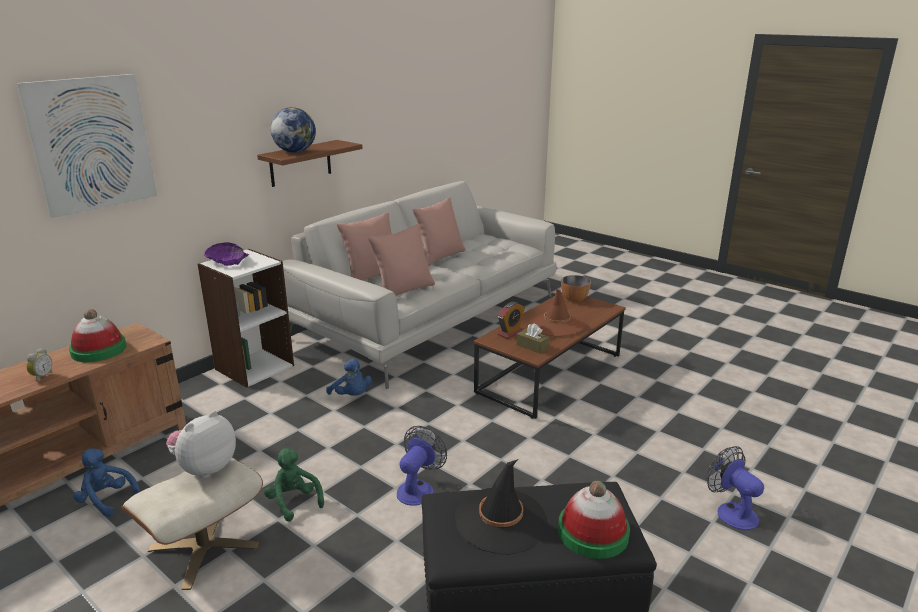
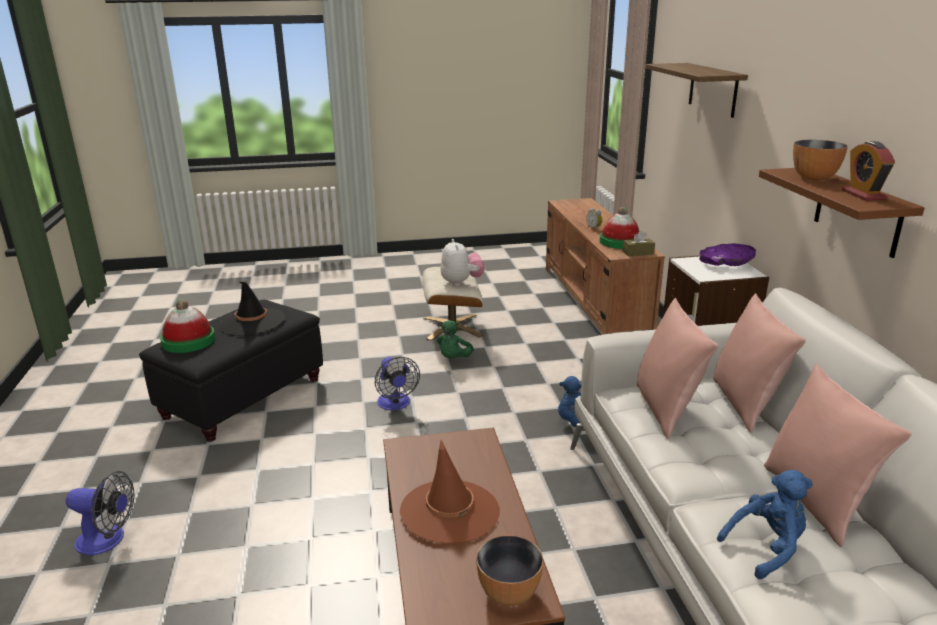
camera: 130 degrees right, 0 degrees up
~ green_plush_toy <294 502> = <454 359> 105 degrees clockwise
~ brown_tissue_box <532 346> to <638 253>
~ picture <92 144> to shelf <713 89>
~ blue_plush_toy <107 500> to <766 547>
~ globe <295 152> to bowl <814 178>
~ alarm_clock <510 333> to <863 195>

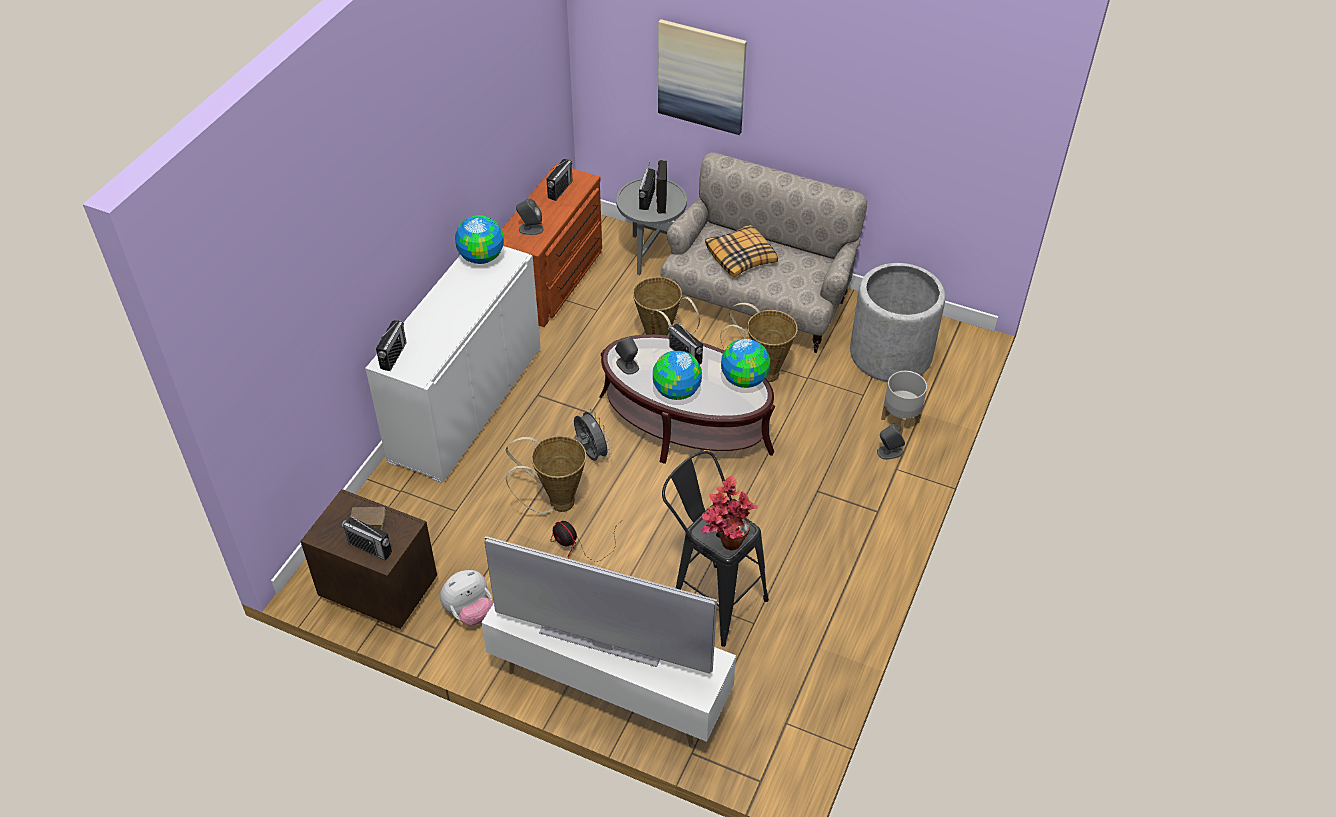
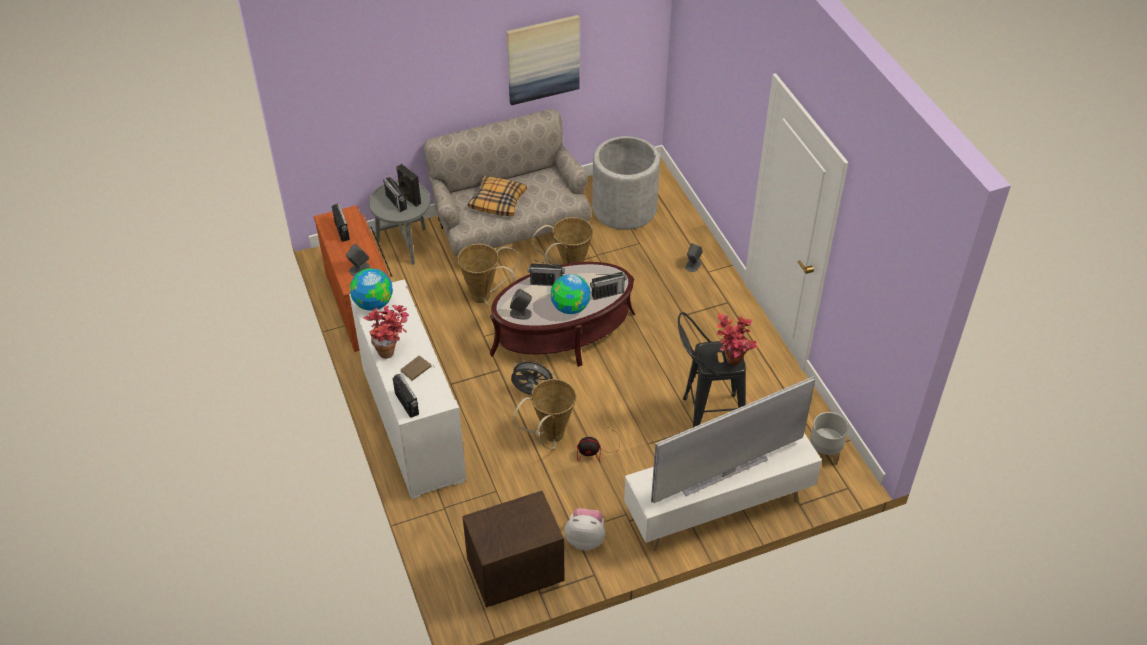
camera: 45 degrees left, 0 degrees up
+ potted_plant <392 351>
~ brown_book <367 519> to <416 370>
~ picture <702 76> to <543 59>
~ plush_toy <469 612> = <585 538> 90 degrees counterclockwise
~ radio <370 548> to <607 293>
~ grey_planter <899 420> to <823 454>
- globe <744 379>

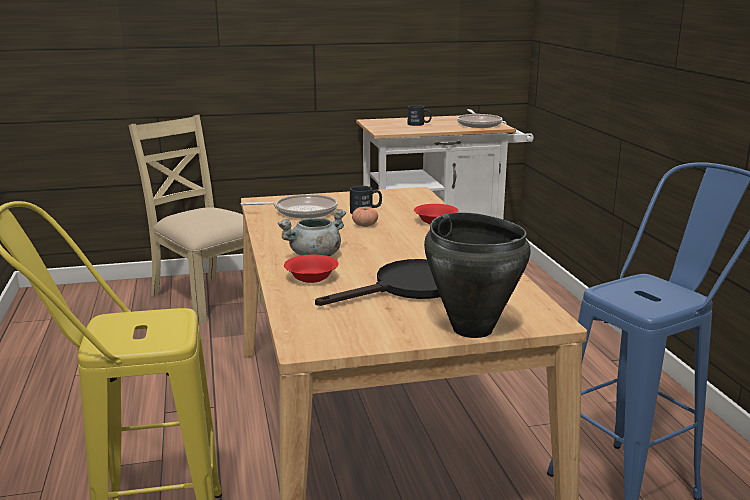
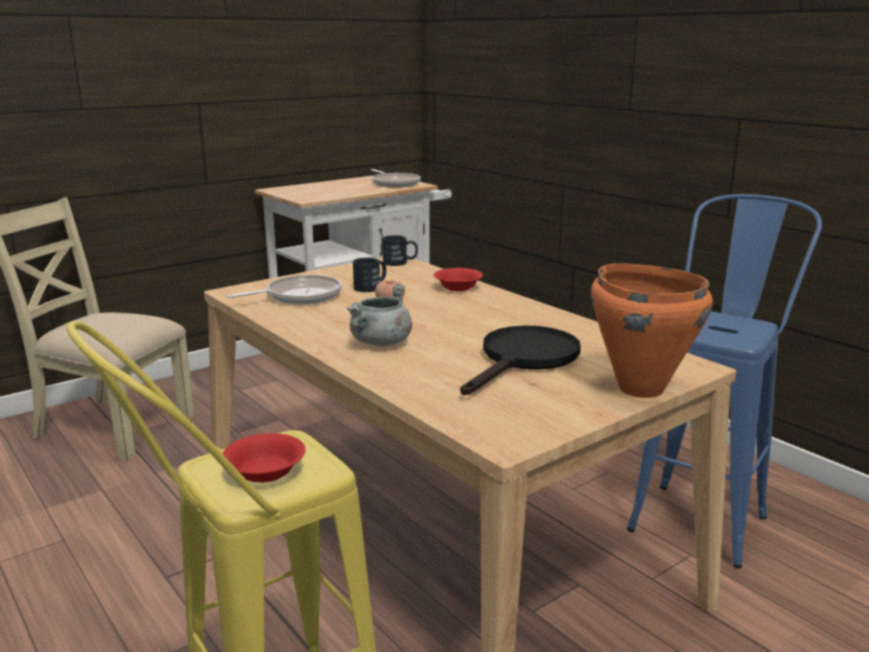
camera: 25 degrees left, 0 degrees up
~ red_bowl <311 278> to <265 473>
~ black_mug <419 124> to <400 262>
~ black_cooking_pot <472 329> to orange_cooking_pot <640 388>

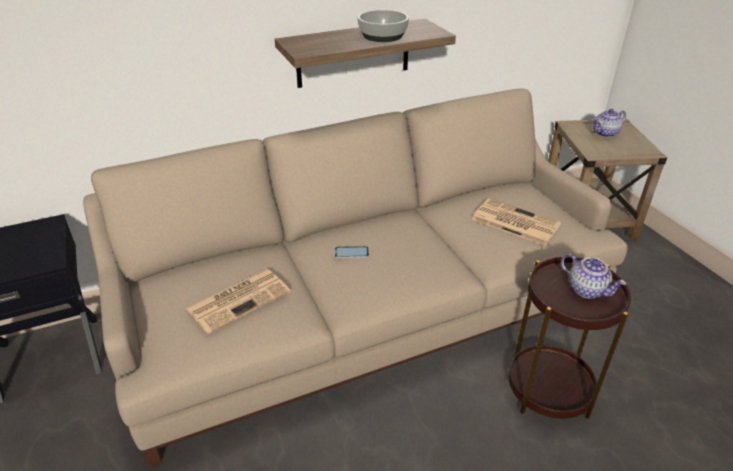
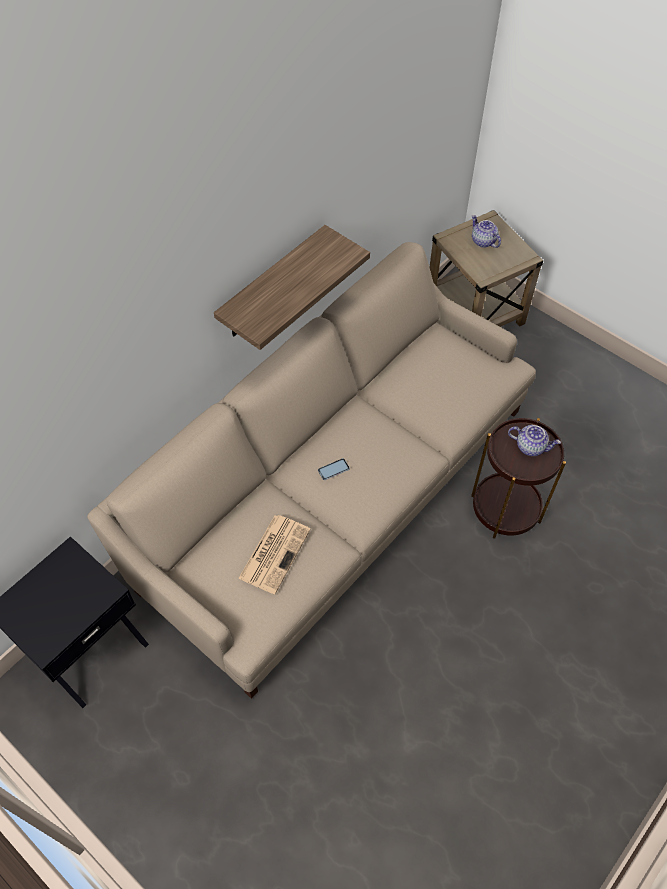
camera: 25 degrees left, 20 degrees up
~ teapot <605 133> = <483 241> 105 degrees clockwise
- bowl <383 35>
- newspaper <514 222>

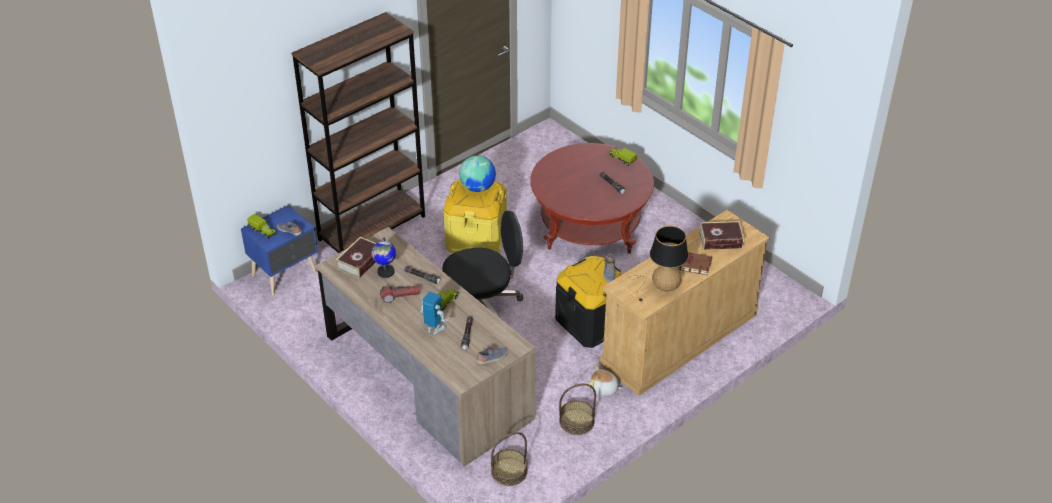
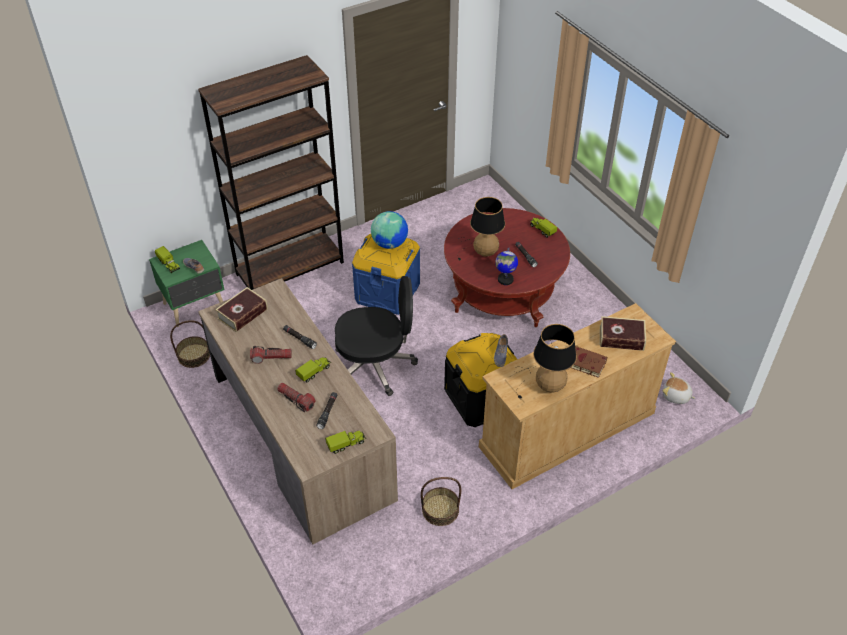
camera: 10 degrees right, 5 degrees up
~ blue_nightstand <286 274> to green_nightstand <195 306>
~ basket <509 471> to <194 355>
~ toy_robot <435 329> to flashlight <296 400>
~ shoe <492 359> to toy_truck <346 444>
~ yellow_storage_box <476 238> to blue_storage_box <387 292>
+ table_lamp <481 251>
~ globe <385 272> to <505 279>
~ plush_toy <604 389> to <676 396>

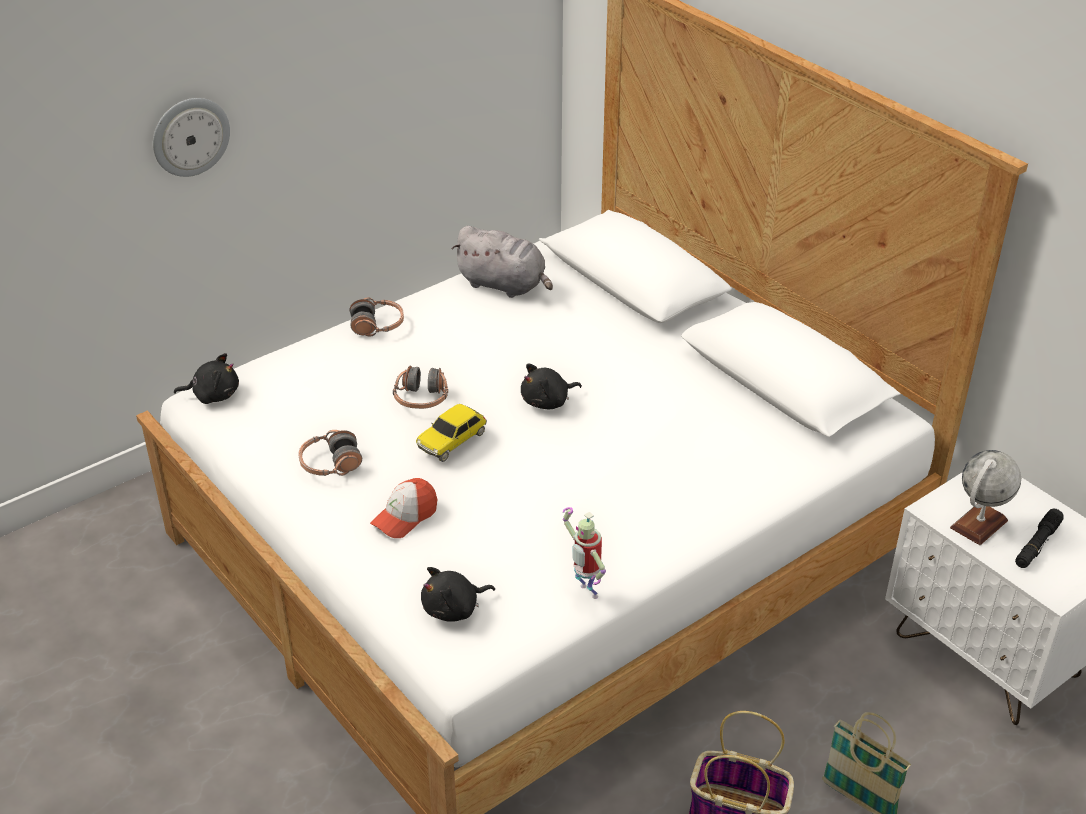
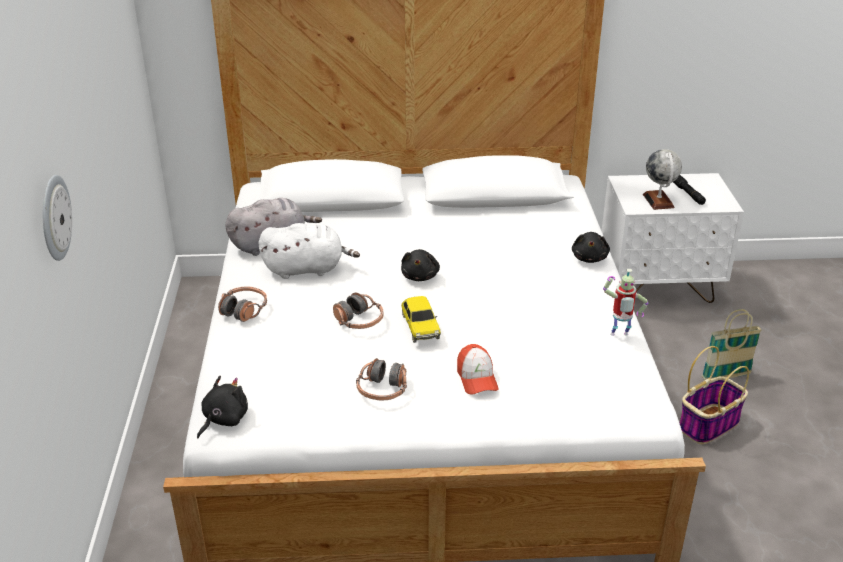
camera: 55 degrees left, 5 degrees down
+ white_plush_toy <307 269>
~ black_plush_toy <454 609> to <589 258>

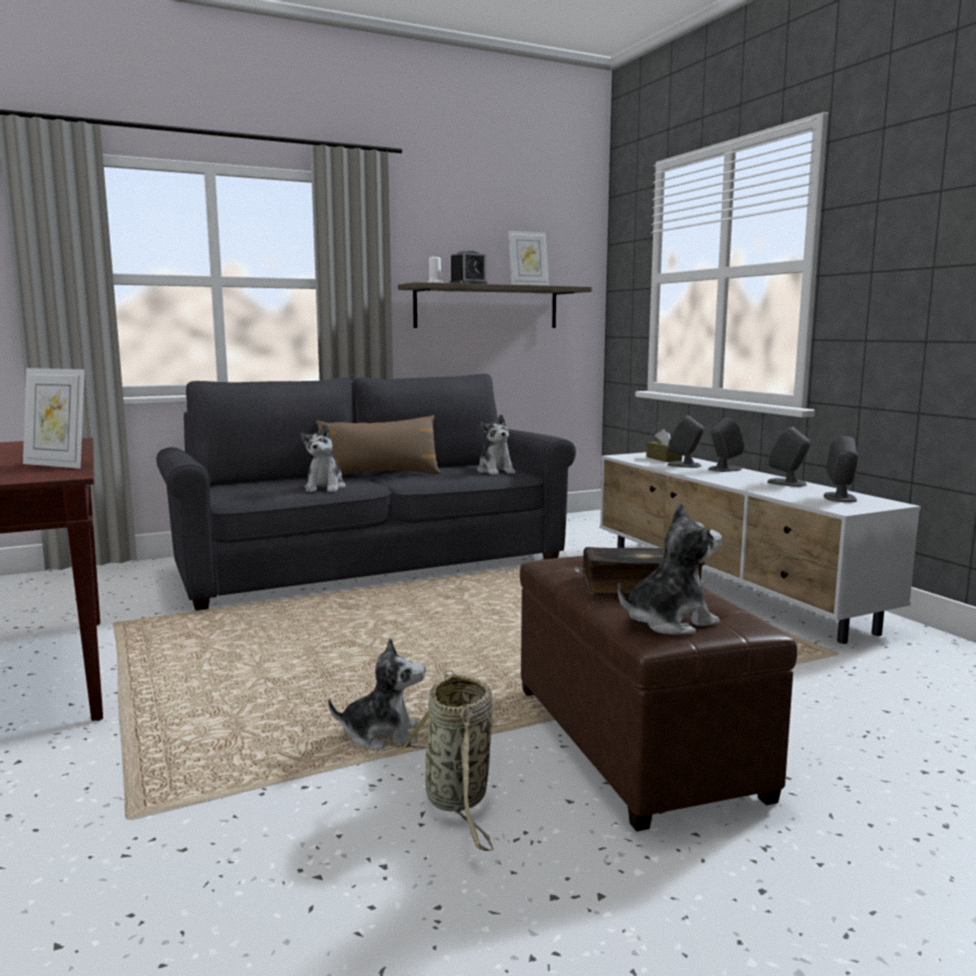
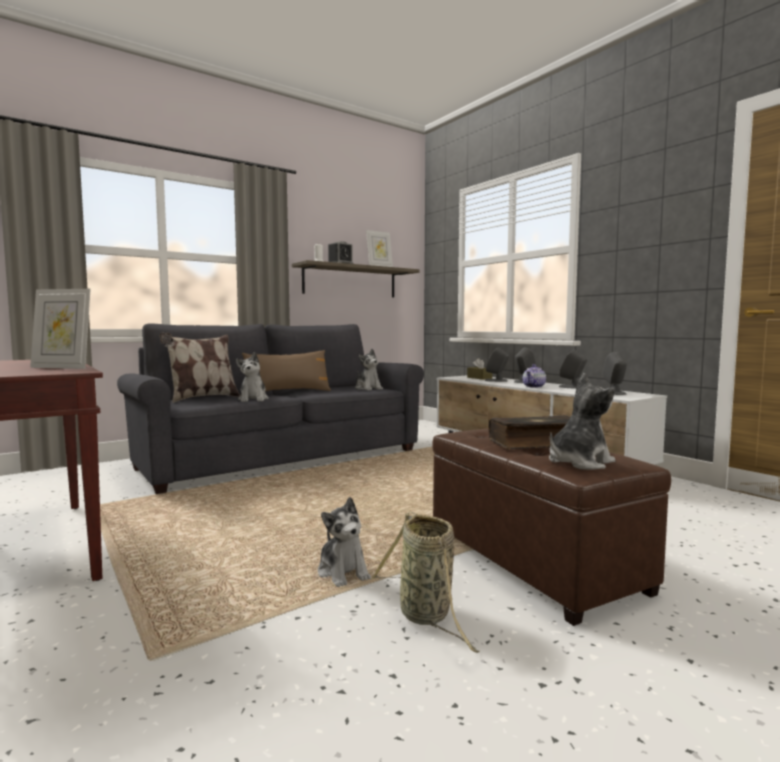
camera: 10 degrees left, 5 degrees down
+ pillow <202 398>
~ plush_toy <382 735> = <343 572> 75 degrees clockwise
+ teapot <534 386>

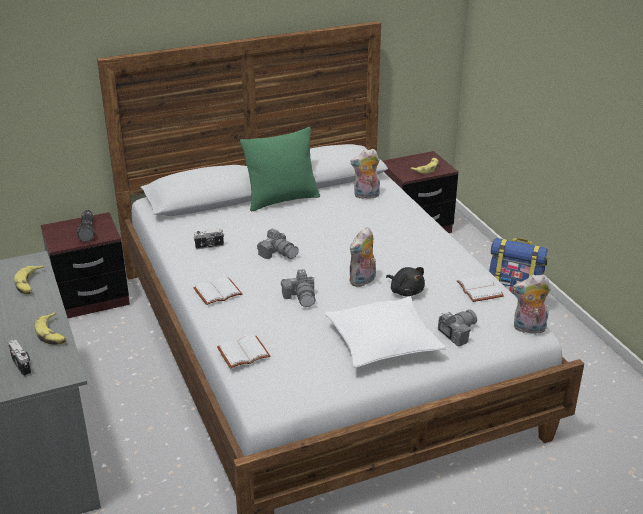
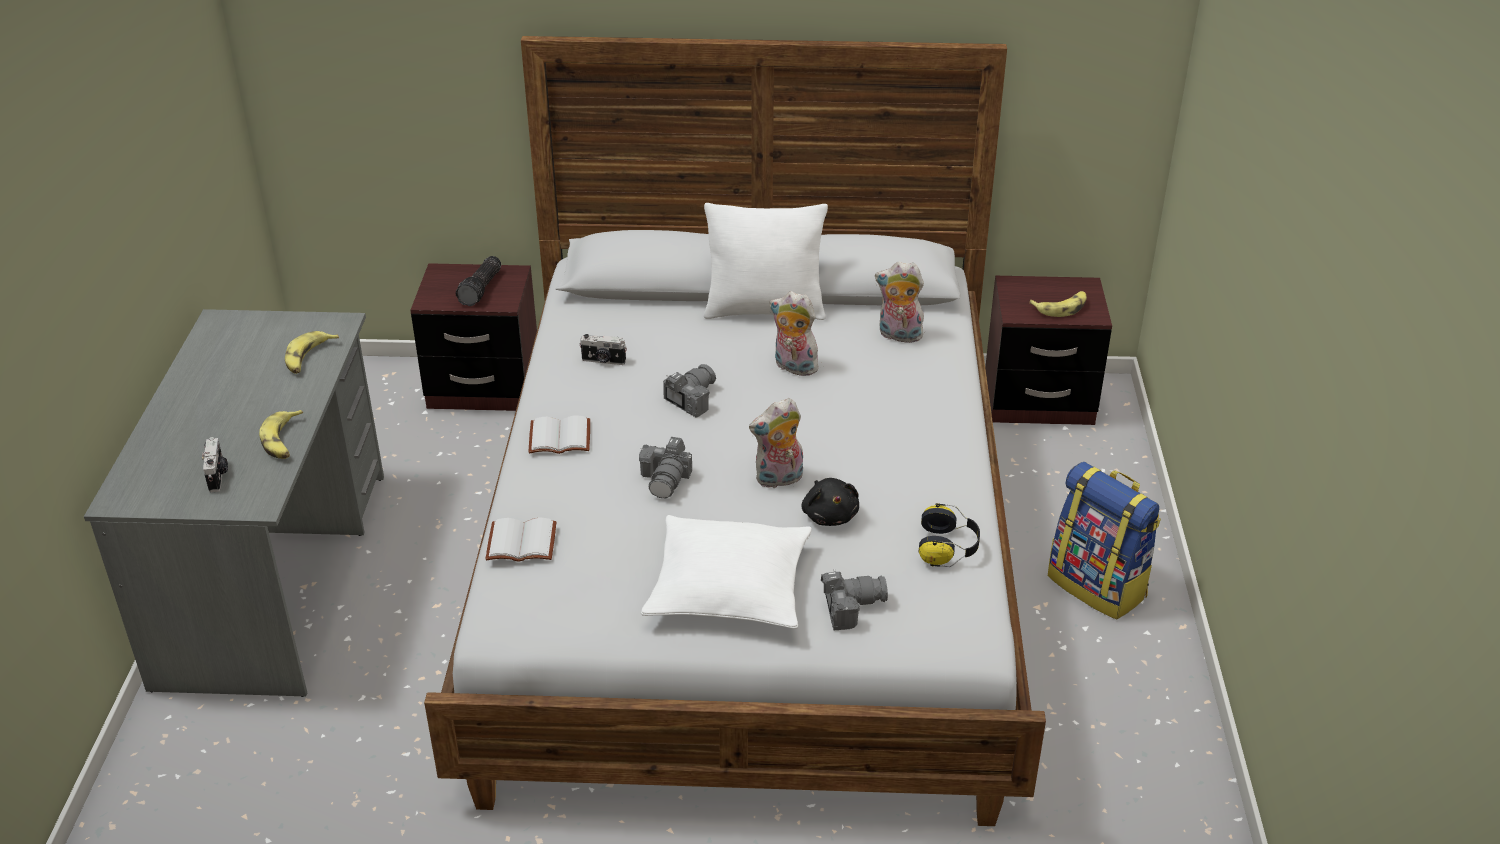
camera: 25 degrees right, 5 degrees up
~ photo_camera <278 253> = <690 398> 120 degrees counterclockwise
~ green_pillow <282 200> to white_pillow <765 310>
~ plush_toy <528 329> to <793 367>
~ white_book <481 290> to headphones <948 548>

